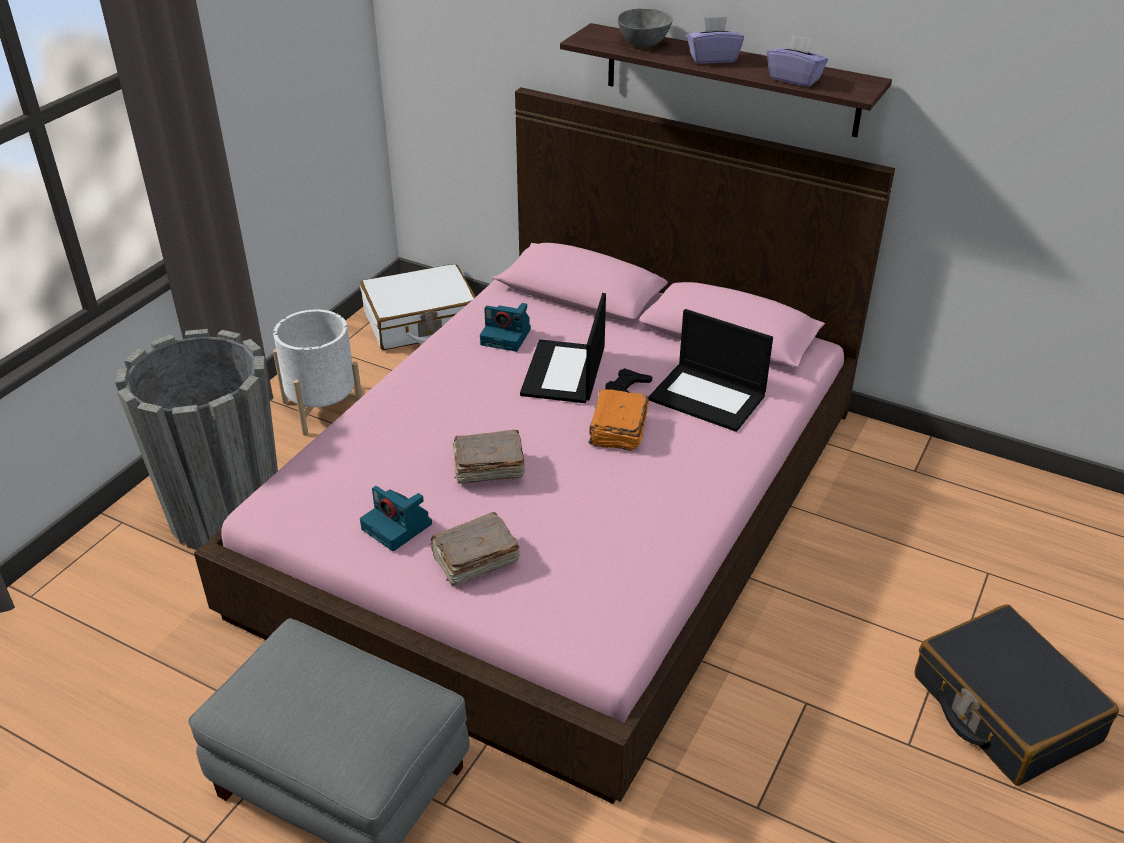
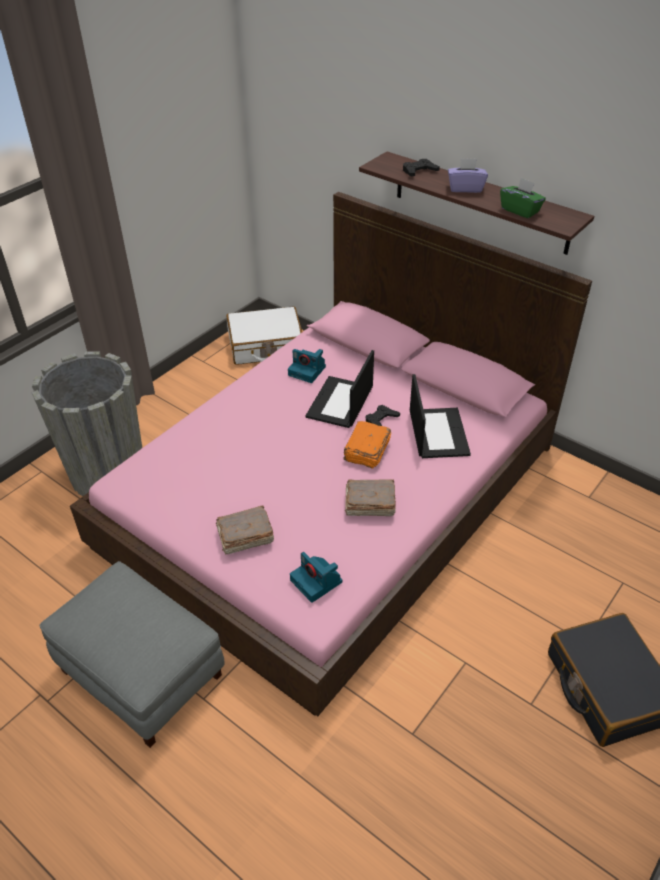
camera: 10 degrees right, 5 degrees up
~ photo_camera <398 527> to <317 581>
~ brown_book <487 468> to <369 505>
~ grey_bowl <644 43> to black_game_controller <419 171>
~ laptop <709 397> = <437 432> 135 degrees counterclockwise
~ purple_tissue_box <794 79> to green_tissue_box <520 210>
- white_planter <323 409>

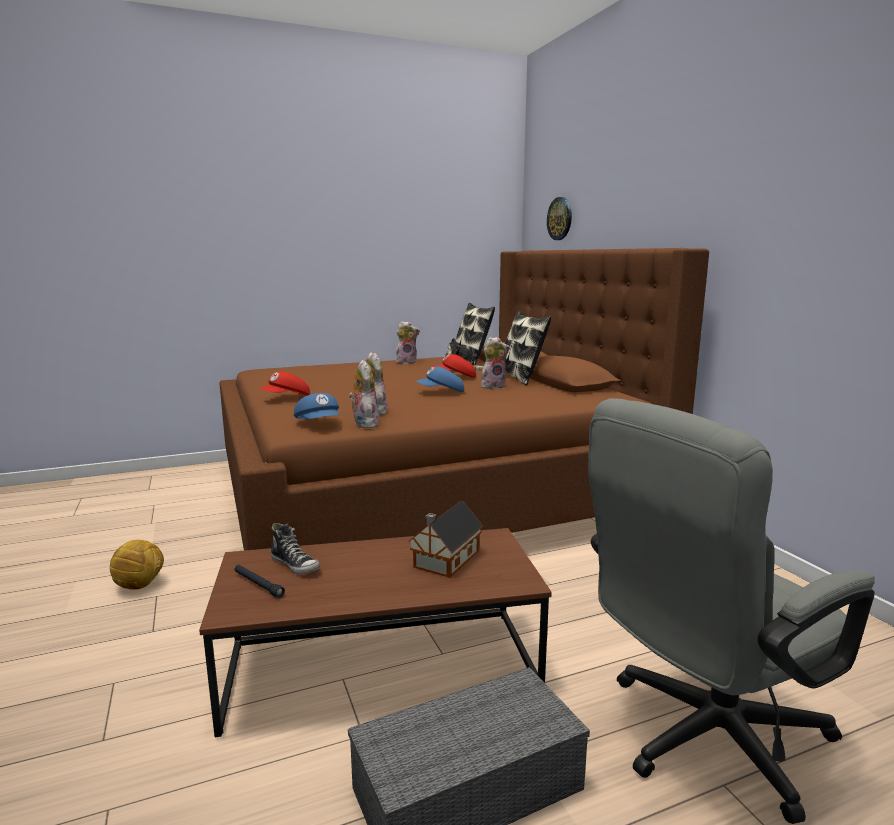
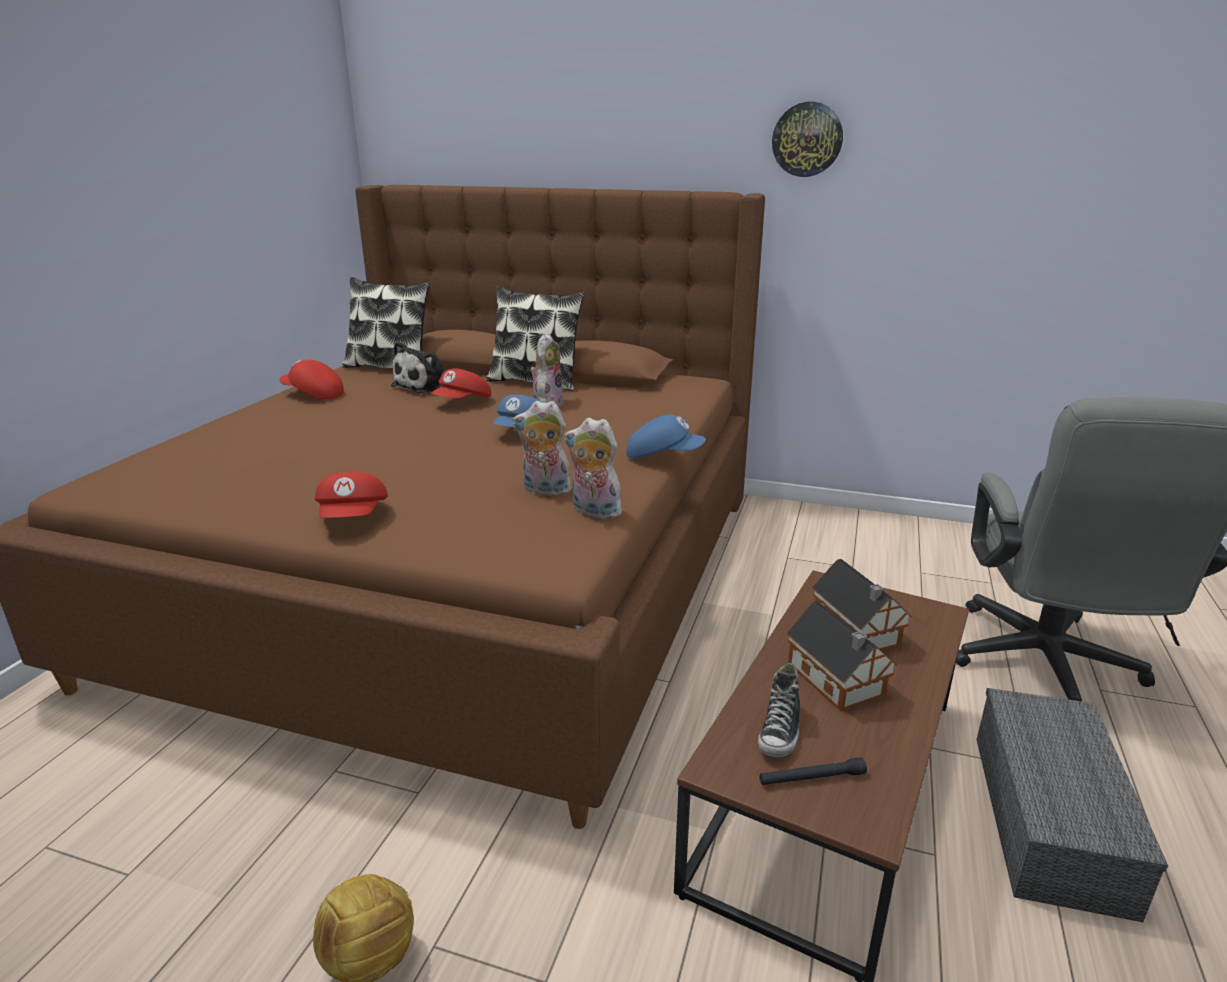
camera: 50 degrees left, 10 degrees up
~ plush_toy <406 362> to red_cap <313 395>
~ blue_cap <319 424> to <663 456>
~ shoe <295 565> = <780 731> 120 degrees clockwise
~ wall_clock <560 219> to <807 139>
+ toy_house <837 681>

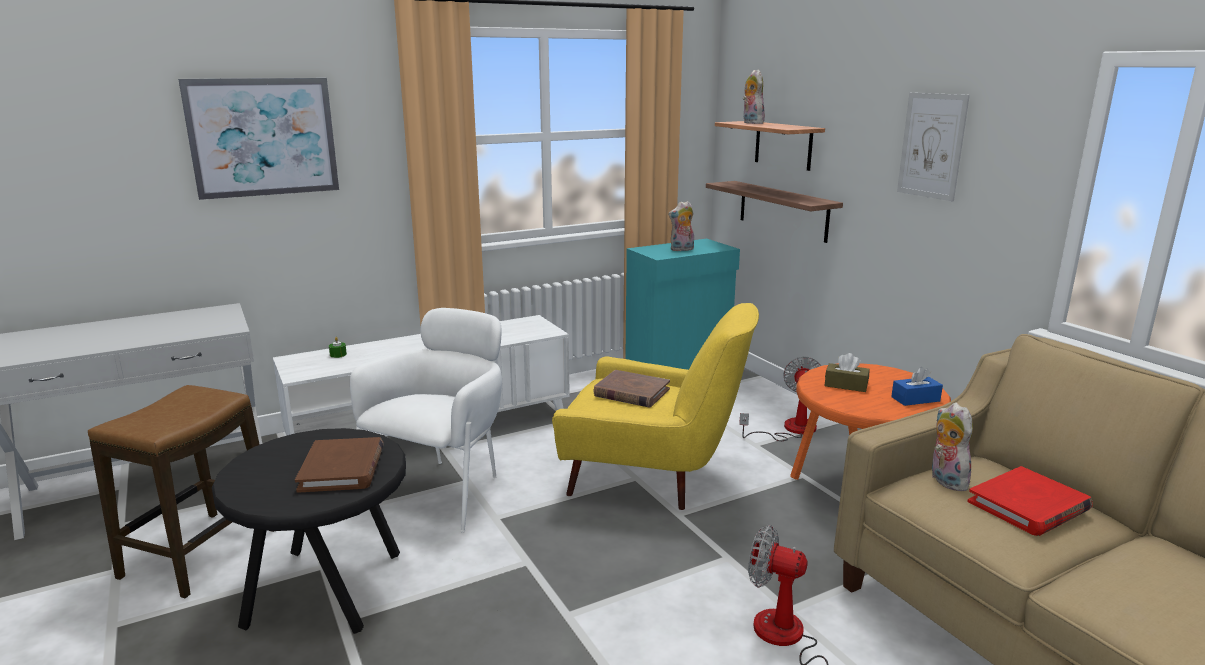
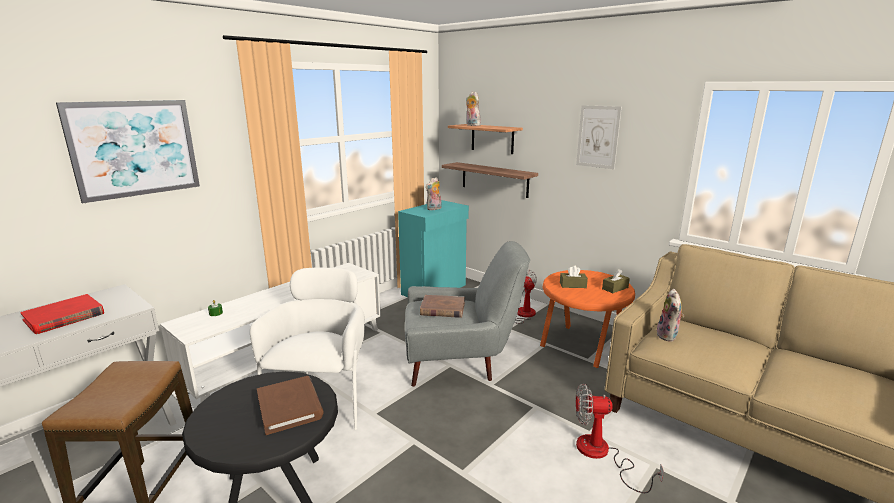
camera: 20 degrees left, 0 degrees up
~ red_book <1028 506> to <64 317>
~ yellow_armchair <652 478> to grey_armchair <459 363>
~ blue_tissue_box <915 399> to brown_tissue_box <615 288>
~ plush_toy <945 480> = <668 336> 135 degrees counterclockwise

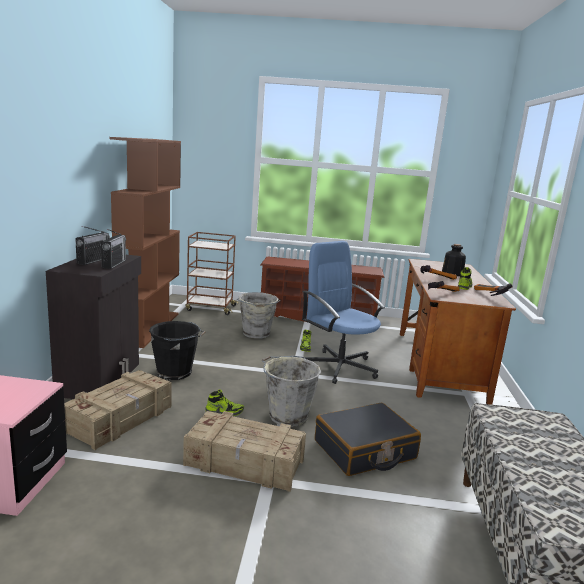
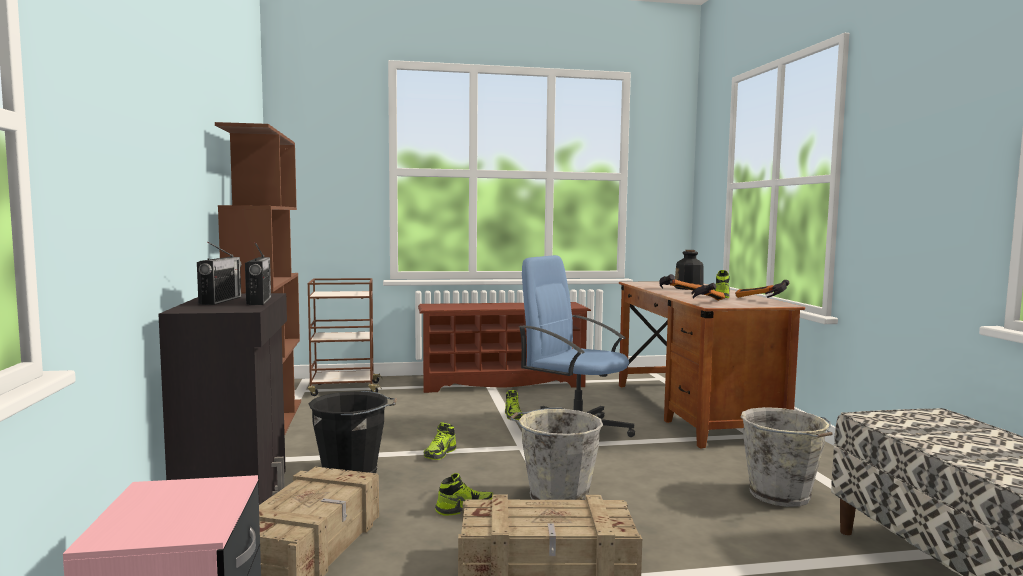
camera: 15 degrees left, 10 degrees down
+ shoe <440 454>
~ grey_bucket <256 334> to <781 496>
- black_suitcase <365 450>

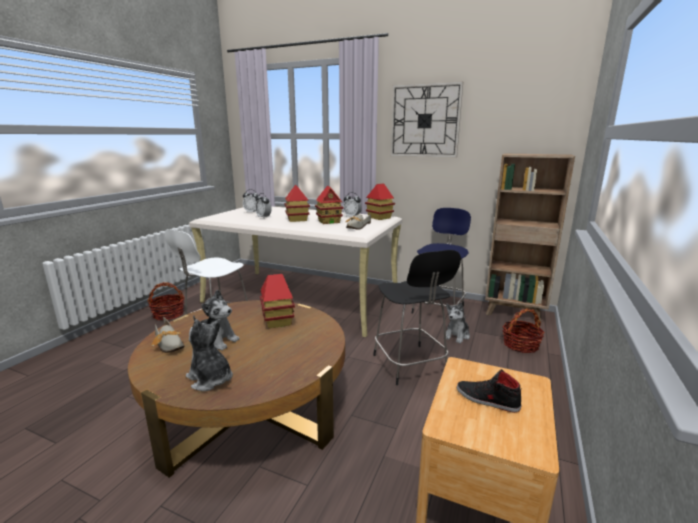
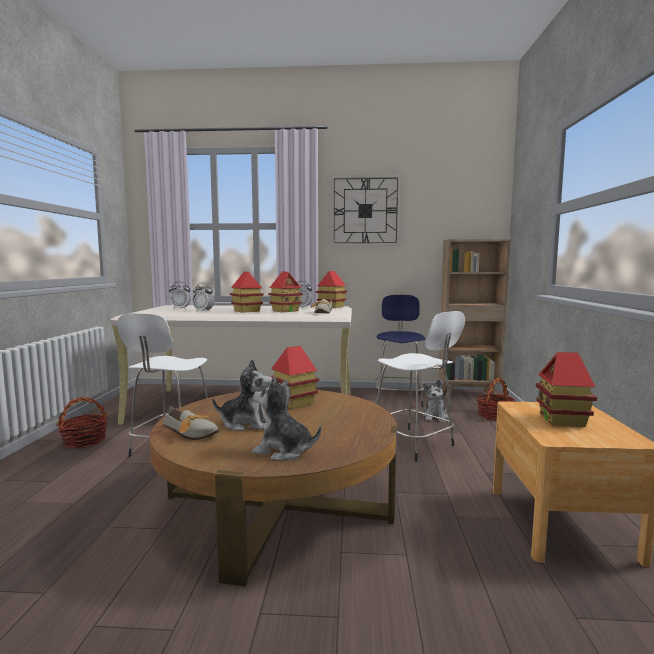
camera: 20 degrees left, 10 degrees down
~ black_stool <410 365> to white_stool <414 445>
~ black_shoe <487 400> to toy_house <562 420>

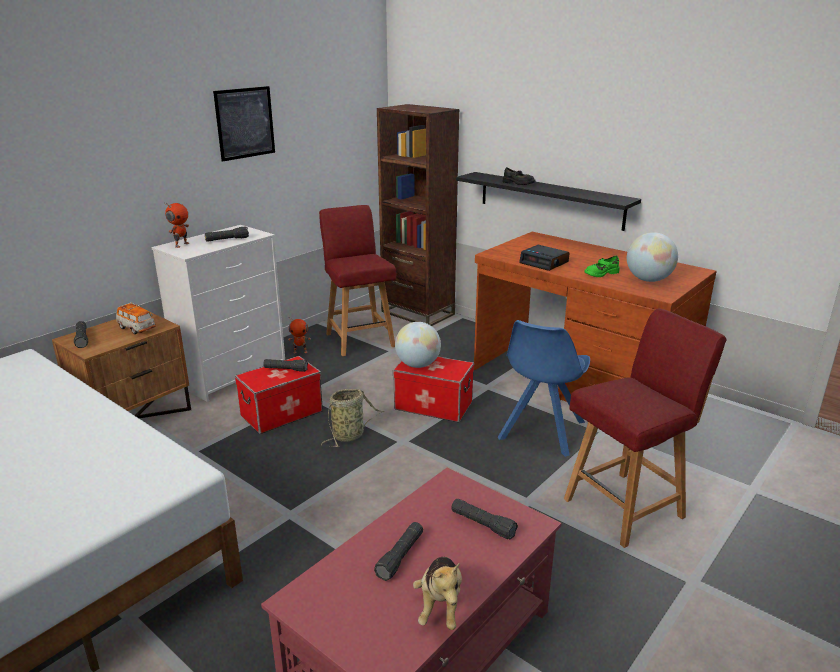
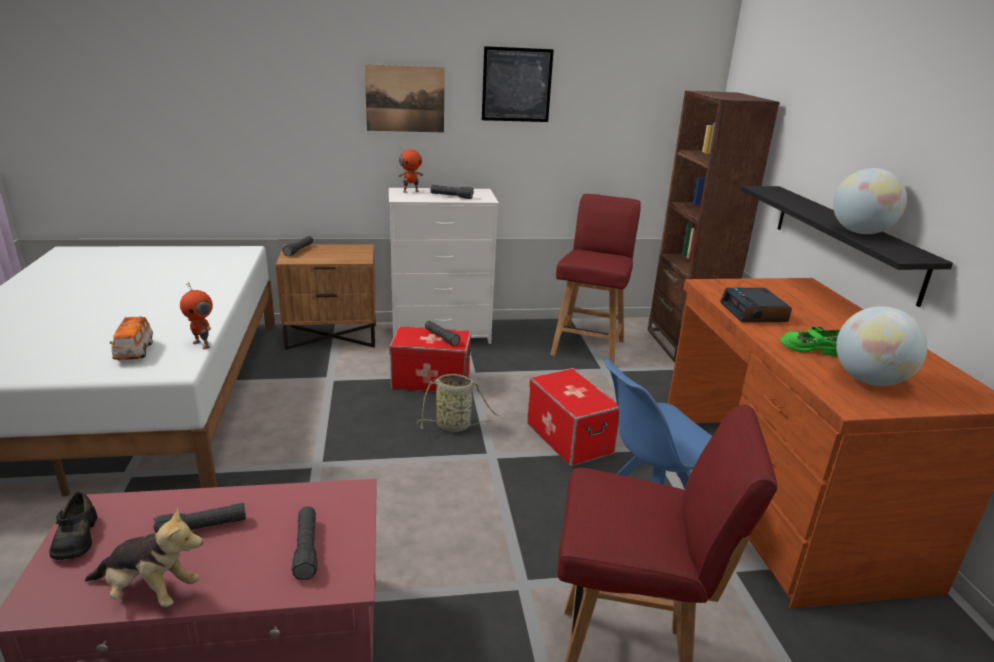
camera: 40 degrees right, 0 degrees up
~ black_shoe <518 183> to <75 538>
~ plush_toy <440 606> = <149 591> 120 degrees counterclockwise
~ toy_car <137 329> to <134 352>
~ toy_robot <300 352> to <202 344>
+ picture <405 99>
~ globe <418 365> to <860 232>

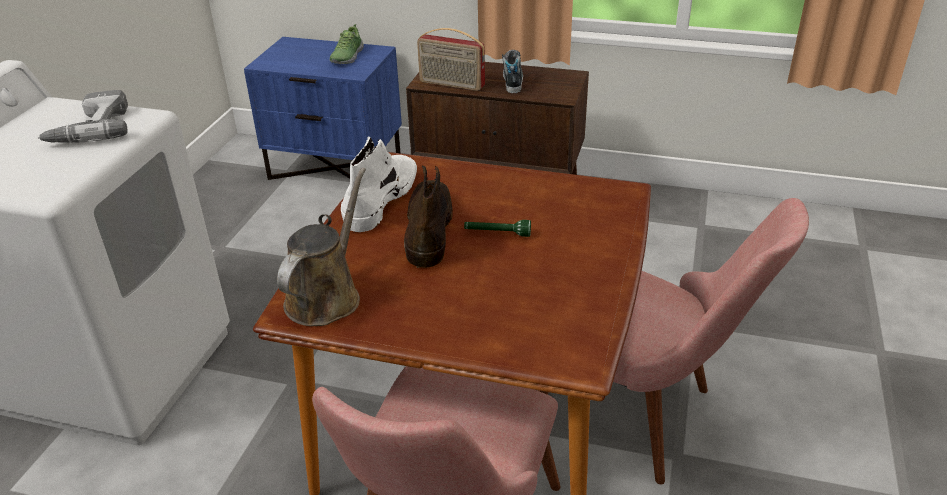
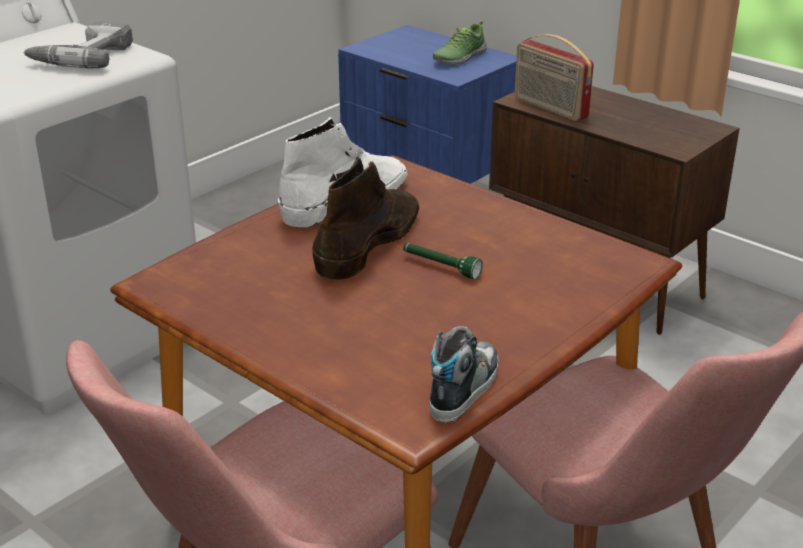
camera: 25 degrees right, 5 degrees down
~ shoe <512 81> to <463 387>
- brown_watering_can <326 296>

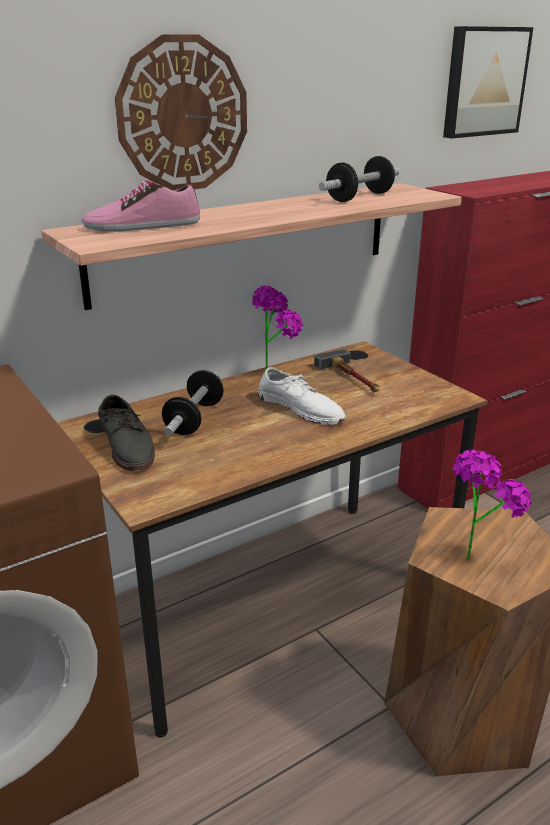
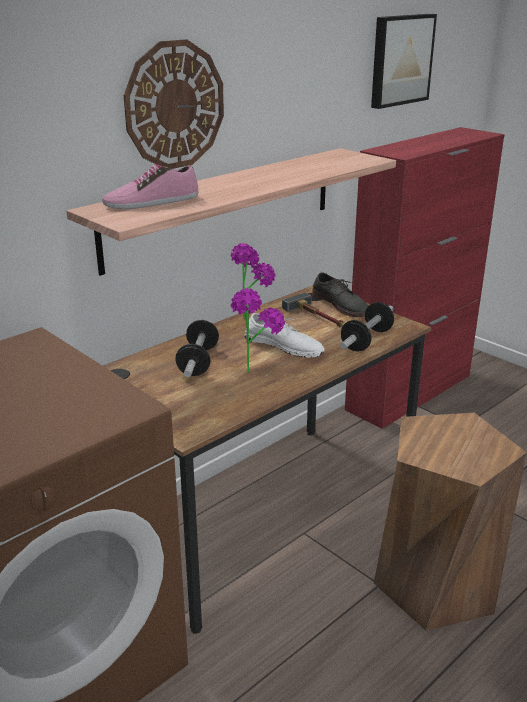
camera: 10 degrees left, 0 degrees up
~ potted_plant <474 552> to <254 367>
~ grey_shoe <127 445> to <341 304>
~ dumbbell <360 197> to <366 340>

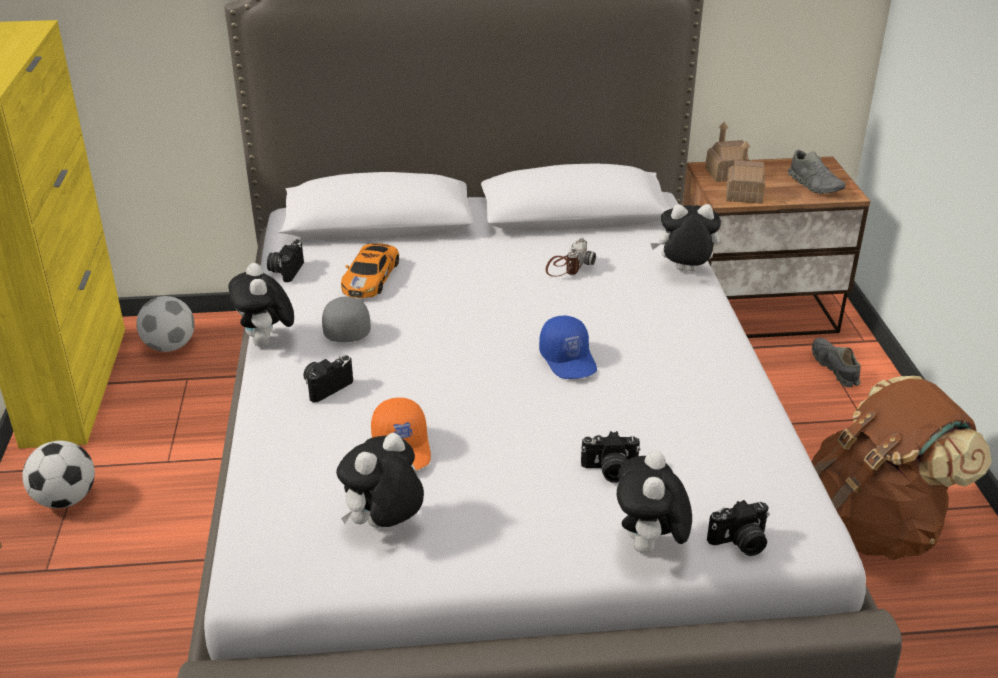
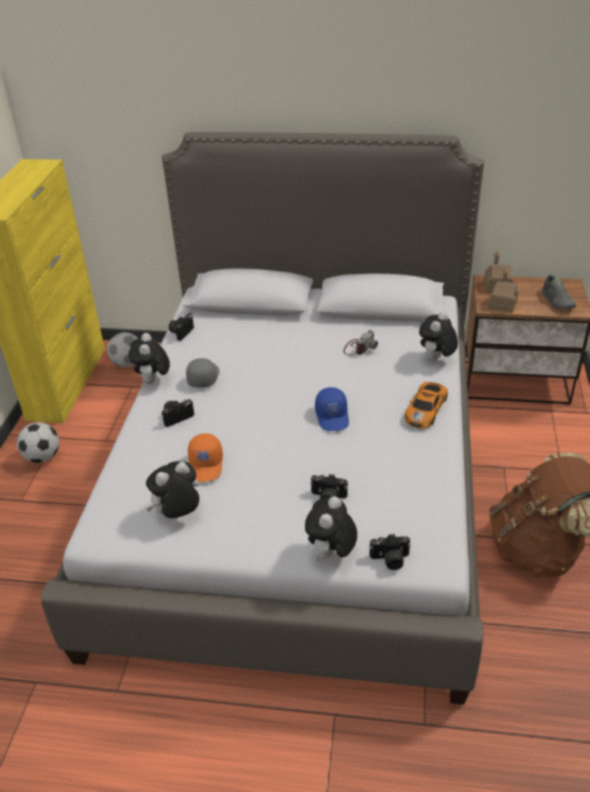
camera: 15 degrees right, 5 degrees up
~ toy_car <371 277> to <426 409>
~ plush_toy <684 271> = <436 360> 75 degrees counterclockwise
- grey_shoe <834 368>

